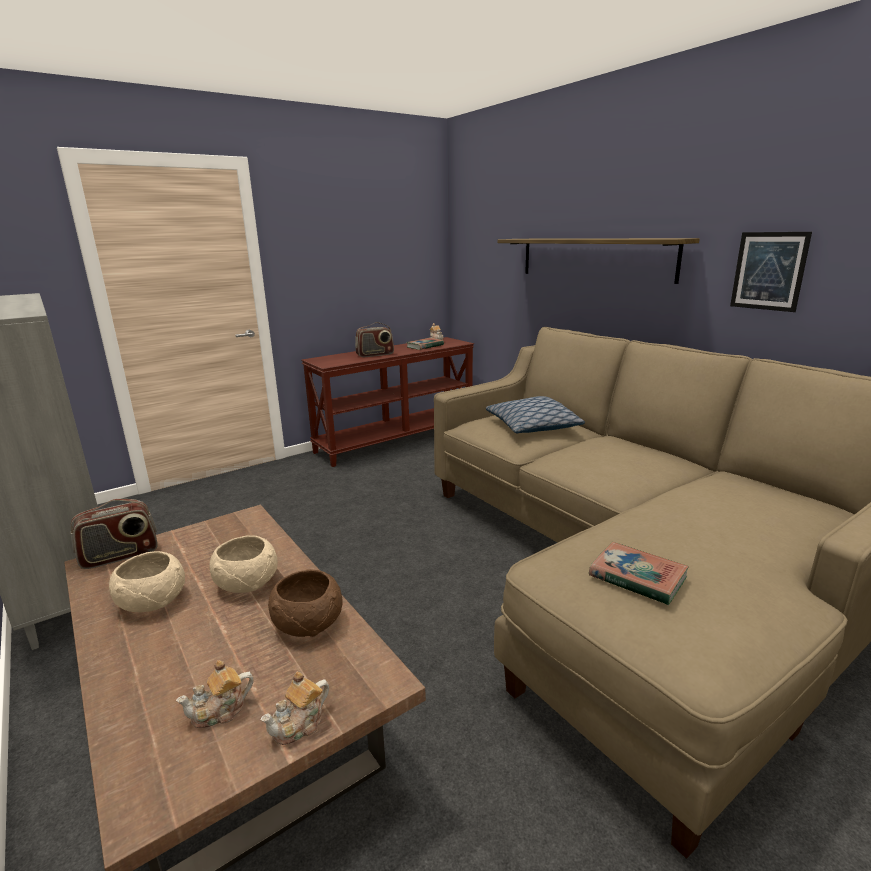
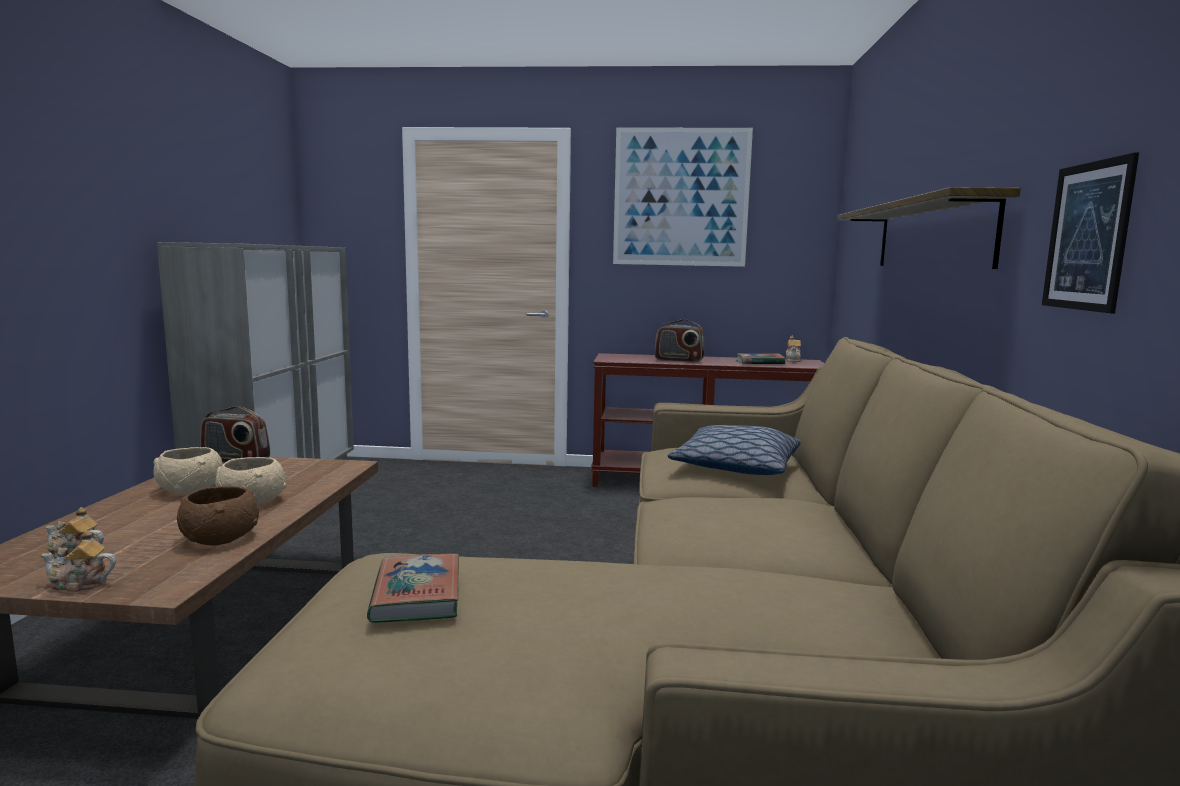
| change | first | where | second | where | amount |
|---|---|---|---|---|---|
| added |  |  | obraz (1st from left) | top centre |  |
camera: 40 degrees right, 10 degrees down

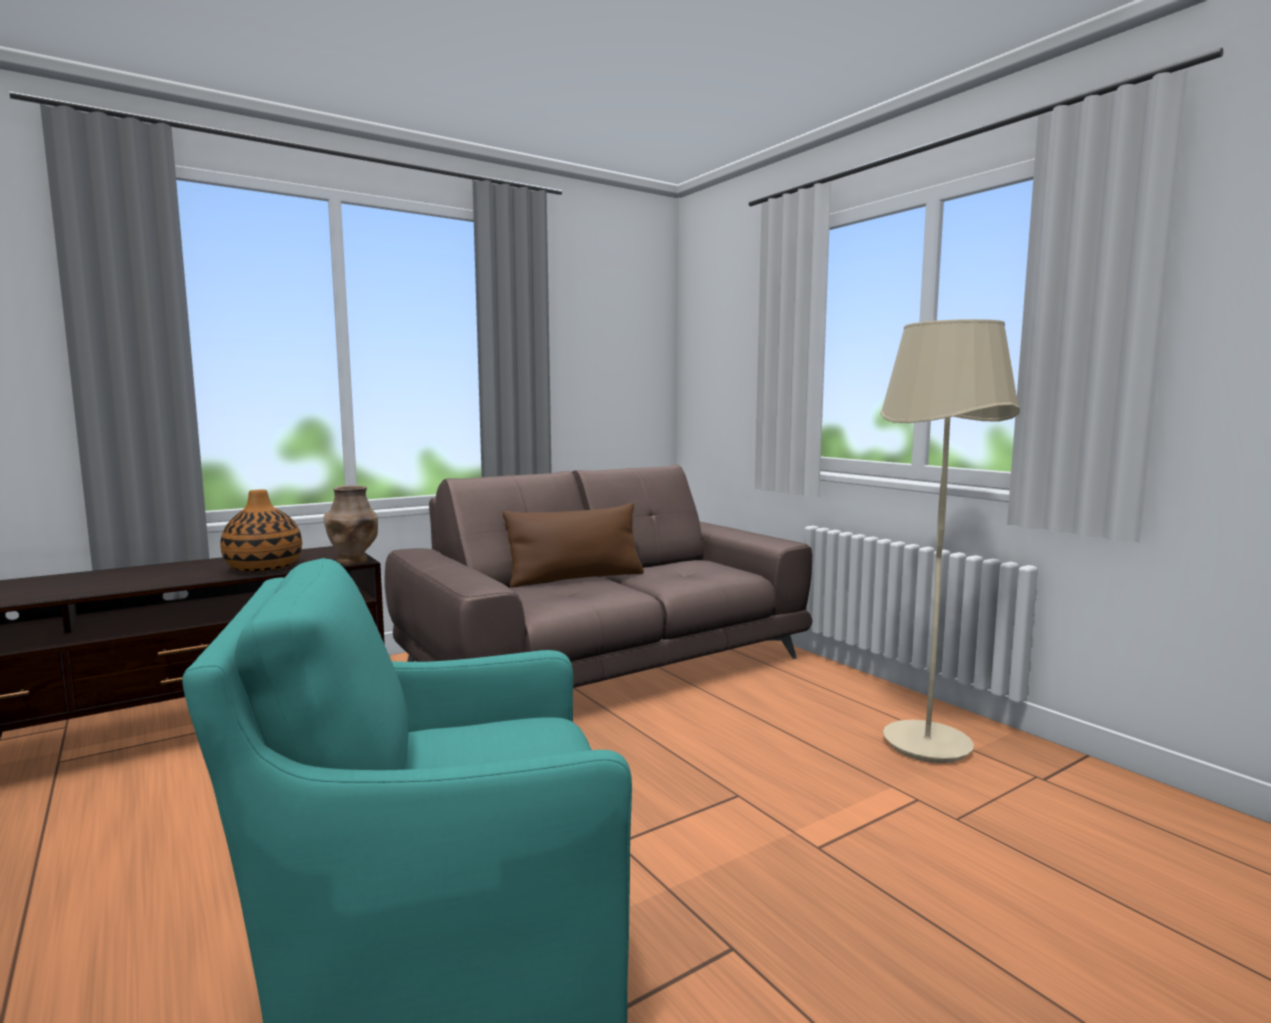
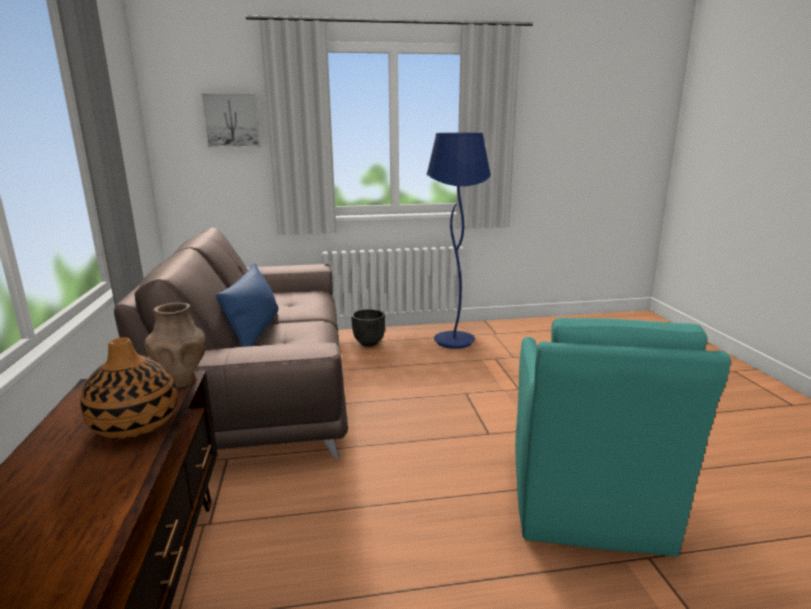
| change | first | where | second | where | amount |
|---|---|---|---|---|---|
| recoloured | lampa stojąca/beżowy | middle right | lampa stojąca/niebieski | centre |  |
| recoloured | poduszka/brązowy | centre | poduszka/niebieski | middle left |  |
| added |  |  | obraz | top left |  |
| added |  |  | donica/czarny | centre |  |
camera: 65 degrees left, 10 degrees up

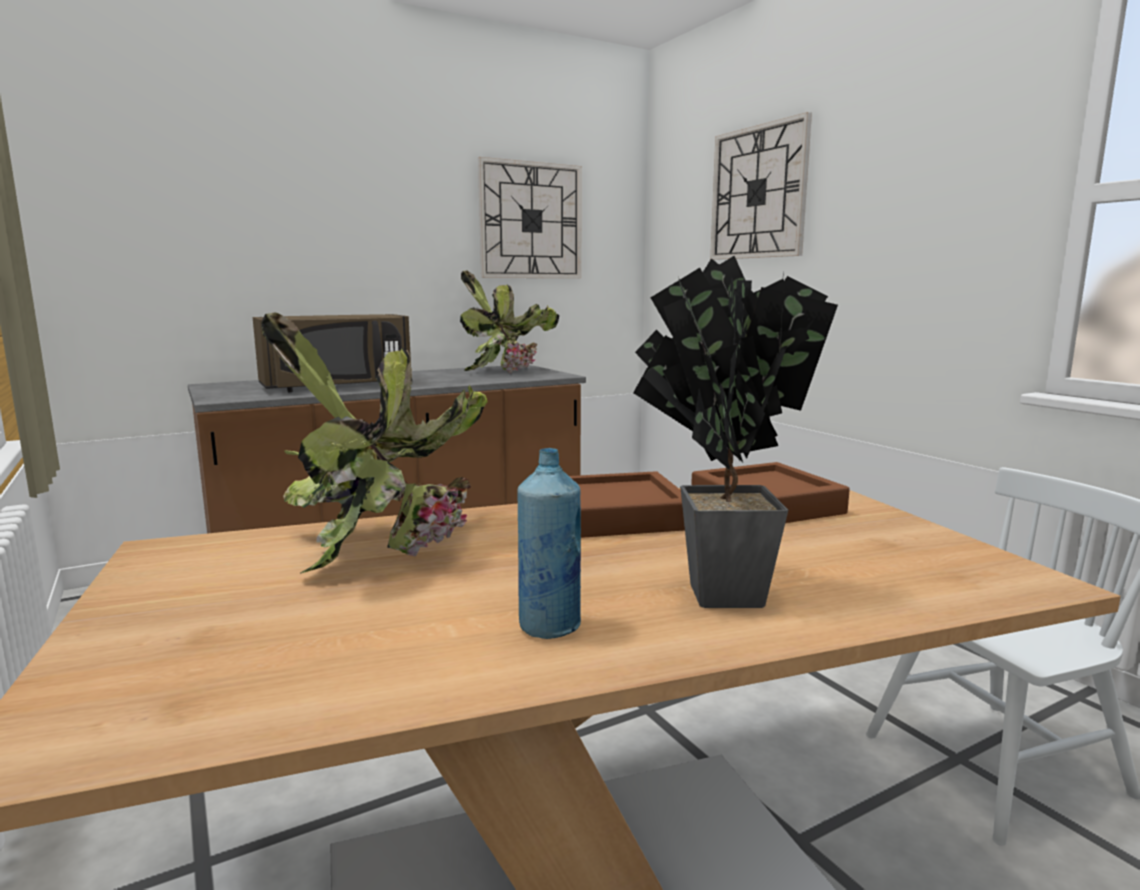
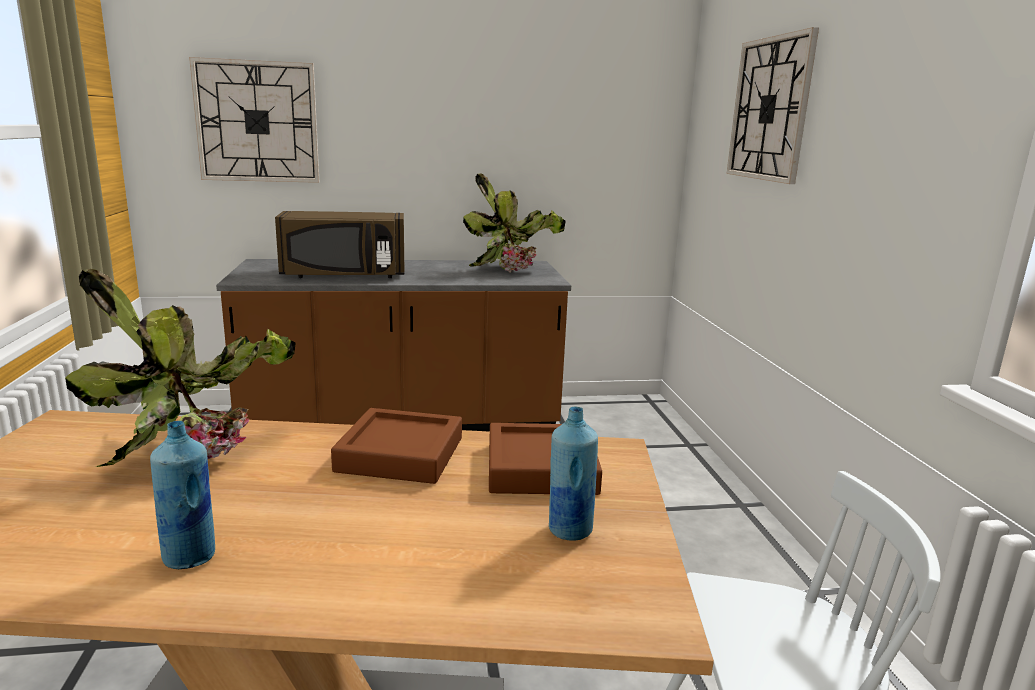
| change | first | where | second | where | amount |
|---|---|---|---|---|---|
| moved | zegar ścienny (1st from left) | top centre |  | top left |  |
| removed | roślina doniczkowa (3rd from left) | centre |  |  |  |
| added |  |  | butelka/niebieski (2nd from left) | bottom centre |  |
camera: 20 degrees right, 5 degrees up

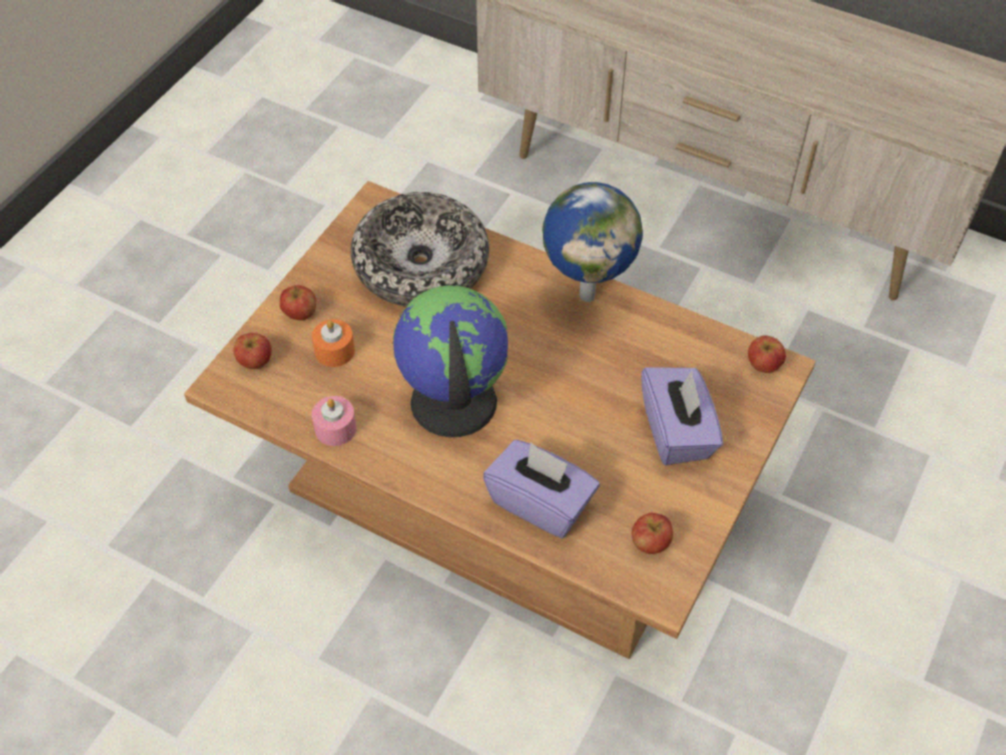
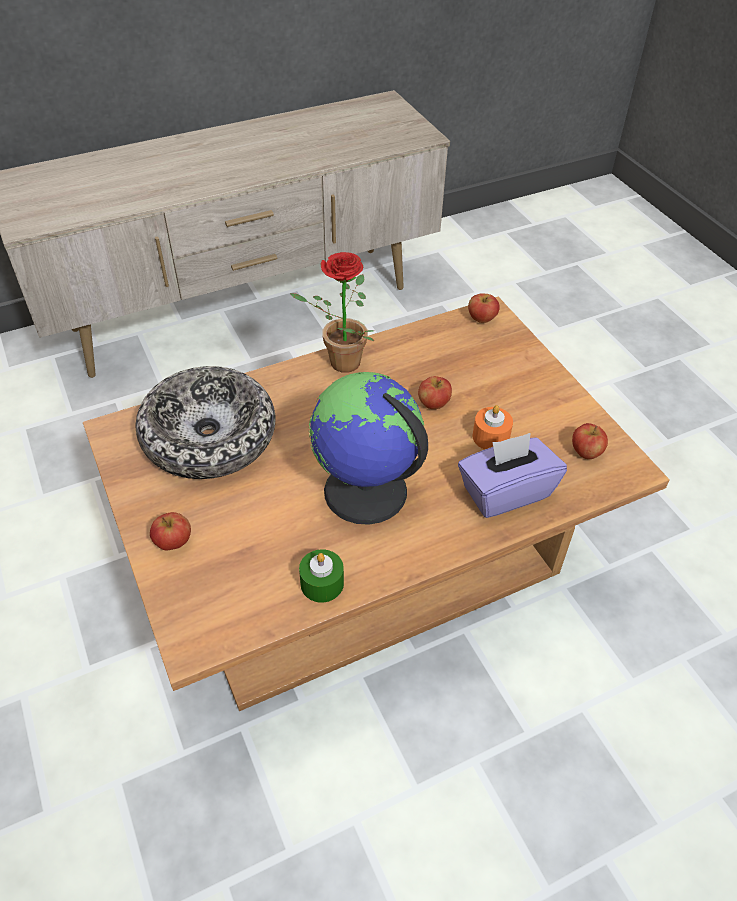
| change | first | where | second | where | amount |
|---|---|---|---|---|---|
| replaced | globus (2nd from left) | top centre | roślina doniczkowa | centre |  |
| moved | świeca/pomarańczowy | middle left |  | middle right |  |
| moved | jabłko (1st from left in the first image) | middle left | jabłko (2nd from left) | centre |  |
| removed | pudełko chusteczek/fioletowy (2nd from left) | middle right |  |  |  |
| recoloured | świeca/różowy | middle left | świeca/zielony | centre |  |
camera: 55 degrees left, 5 degrees down

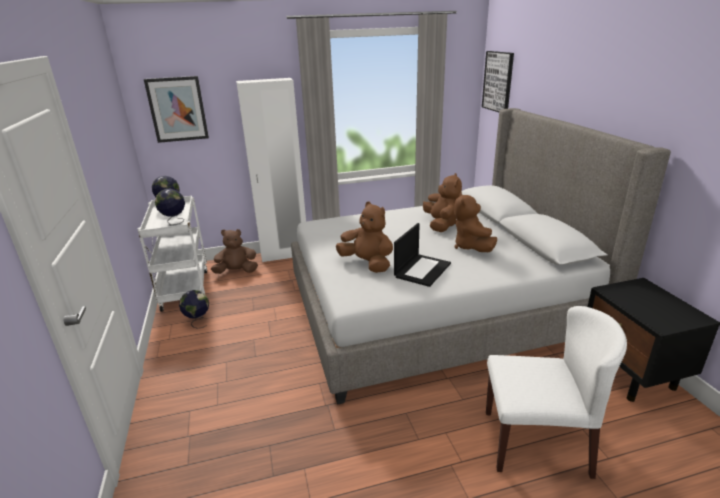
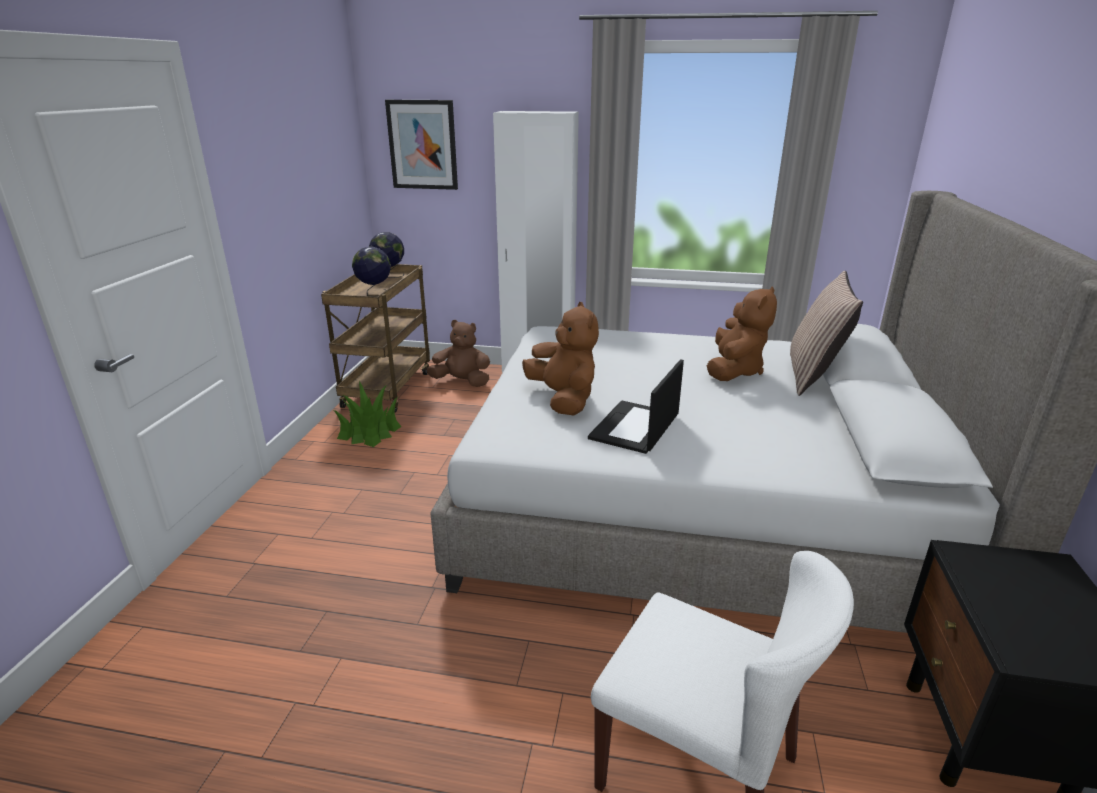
| change | first | where | second | where | amount |
|---|---|---|---|---|---|
| removed | obraz (2nd from left) | top right |  |  |  |
| removed | pluszak/brązowy (4th from left) | centre |  |  |  |
| recoloured | wózek/biały | middle left | wózek/brązowy | centre |  |
| turned | laptop | centre |  | centre | 150 degrees clockwise |
| replaced | globus (3rd from left) | middle left | roślina doniczkowa | centre |  |
| added |  |  | poduszka | middle right |  |
camera: 25 degrees right, 0 degrees up

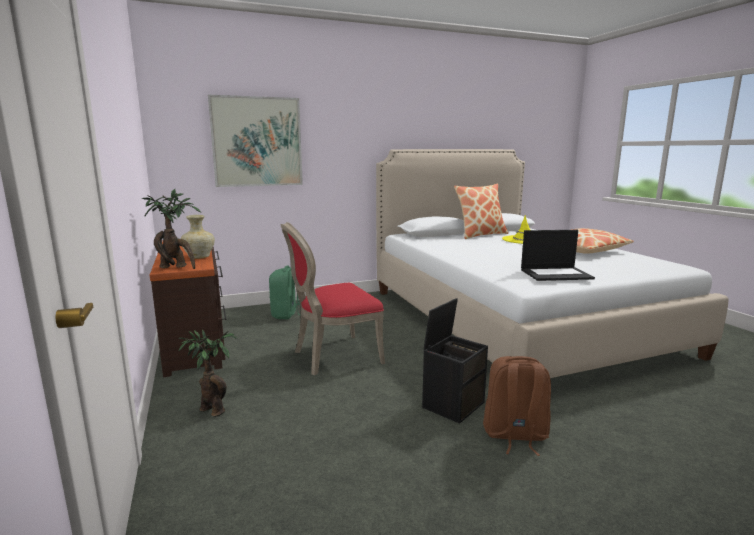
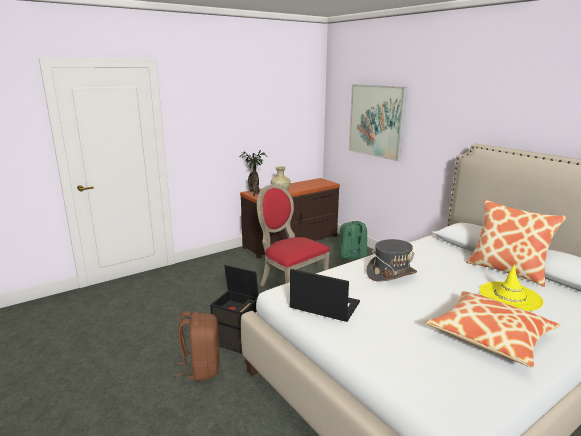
| change | first | where | second | where | amount |
|---|---|---|---|---|---|
| turned | laptop | middle right |  | bottom centre | 135 degrees clockwise |
| removed | roślina doniczkowa (2nd from left) | bottom left |  |  |  |
| added |  |  | kapelusz/szary | middle right |  |
camera: 75 degrees right, 5 degrees up

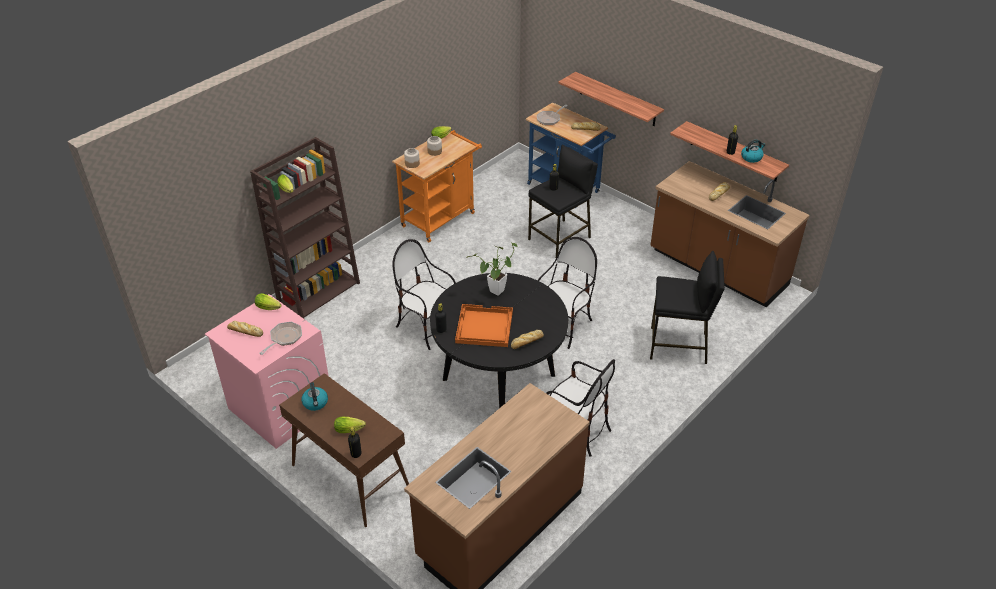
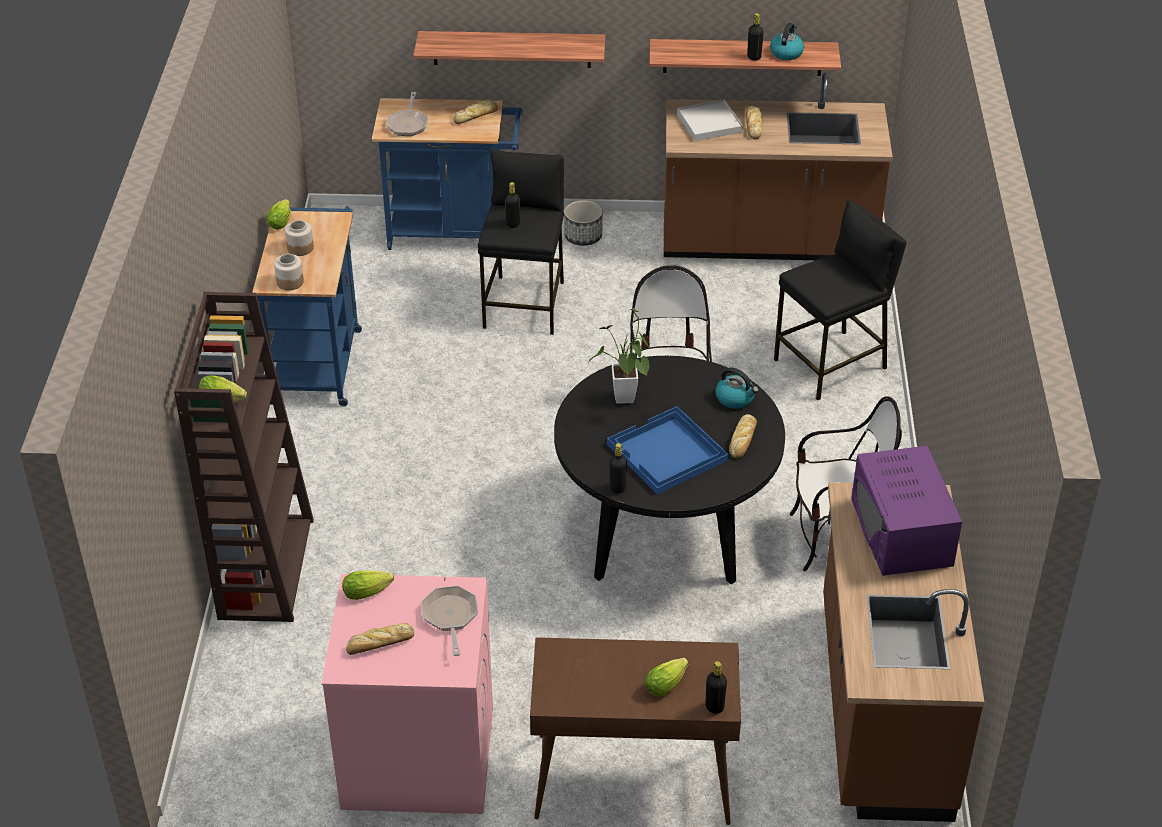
| change | first | where | second | where | amount |
|---|---|---|---|---|---|
| recoloured | wózek/pomarańczowy | top centre | wózek/niebieski (1st from left) | middle left |  |
| removed | krzesło (1st from left) | centre |  |  |  |
| recoloured | taca/pomarańczowy | centre | taca/niebieski | centre |  |
| moved | czajnik (1st from left) | bottom left |  | centre |  |
| added |  |  | taca/biały | top centre |  |
| added |  |  | donica | top centre |  |
| added |  |  | mikrofalówka/fioletowy | middle right |  |
camera: 40 degrees left, 0 degrees up

